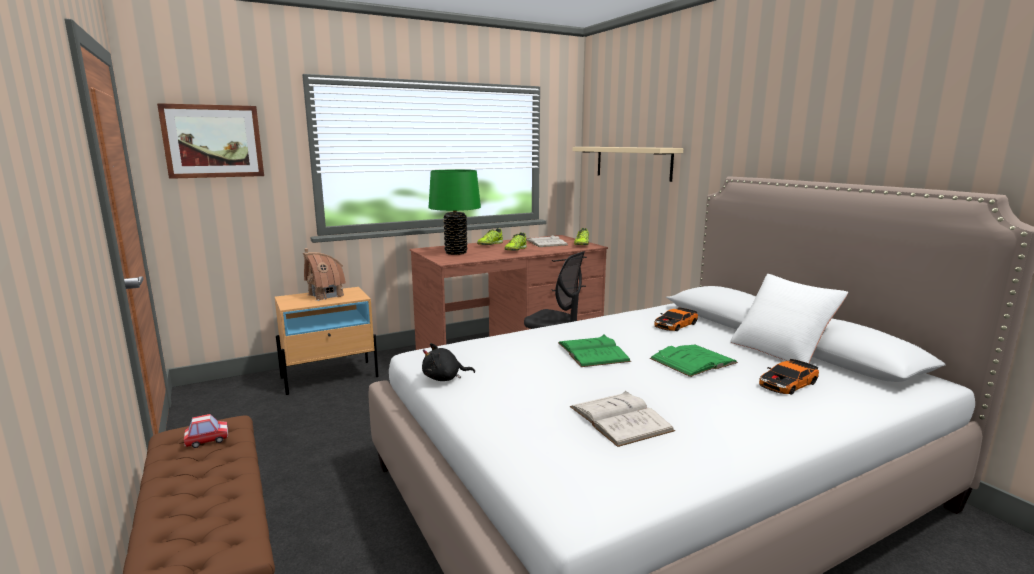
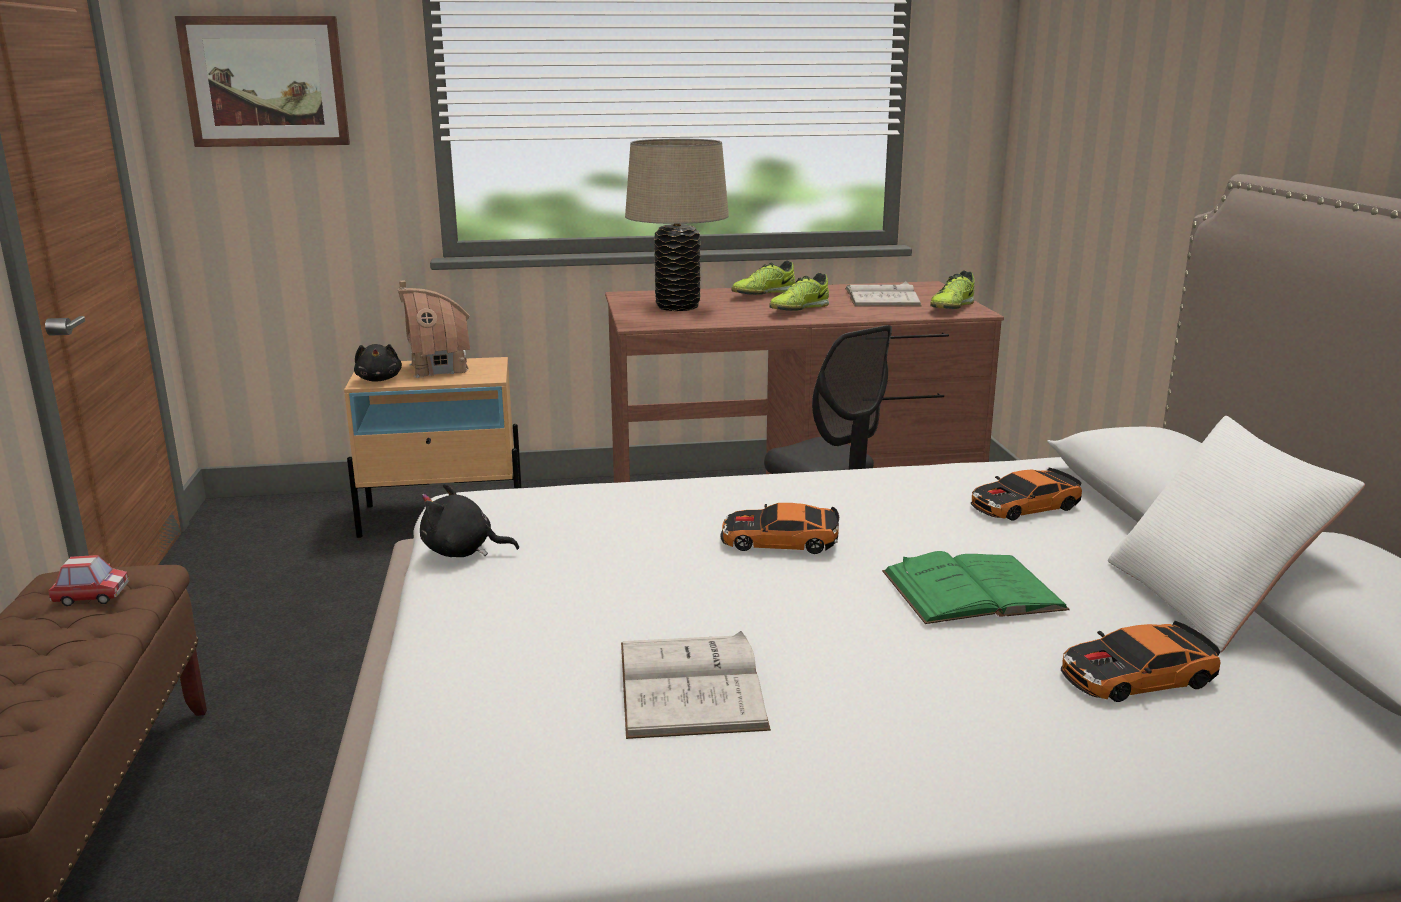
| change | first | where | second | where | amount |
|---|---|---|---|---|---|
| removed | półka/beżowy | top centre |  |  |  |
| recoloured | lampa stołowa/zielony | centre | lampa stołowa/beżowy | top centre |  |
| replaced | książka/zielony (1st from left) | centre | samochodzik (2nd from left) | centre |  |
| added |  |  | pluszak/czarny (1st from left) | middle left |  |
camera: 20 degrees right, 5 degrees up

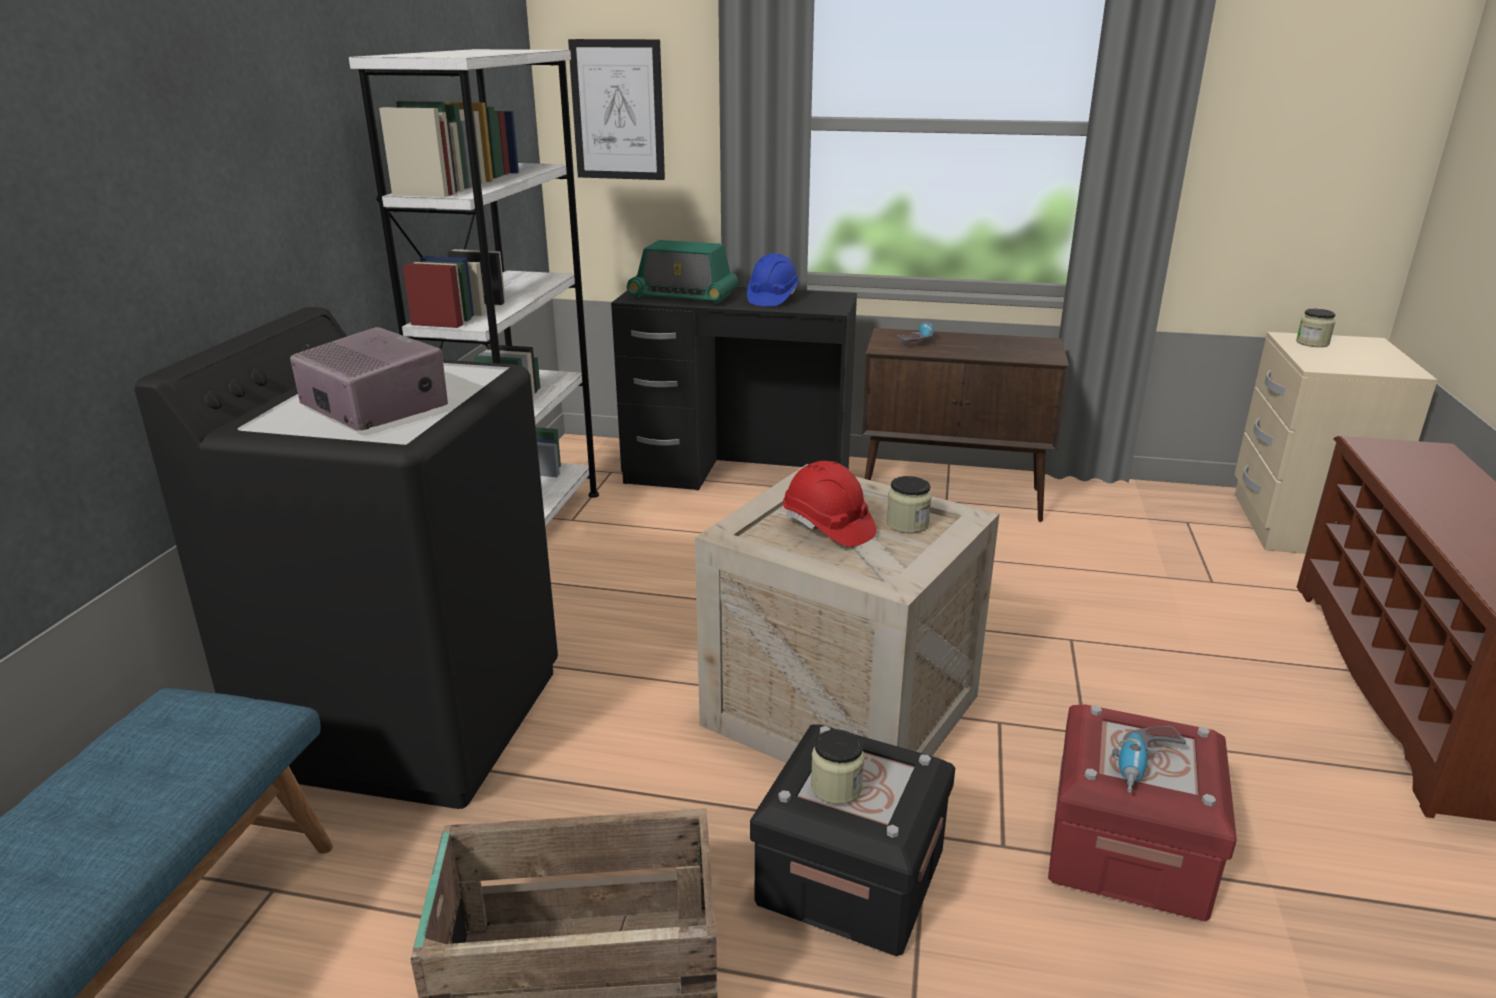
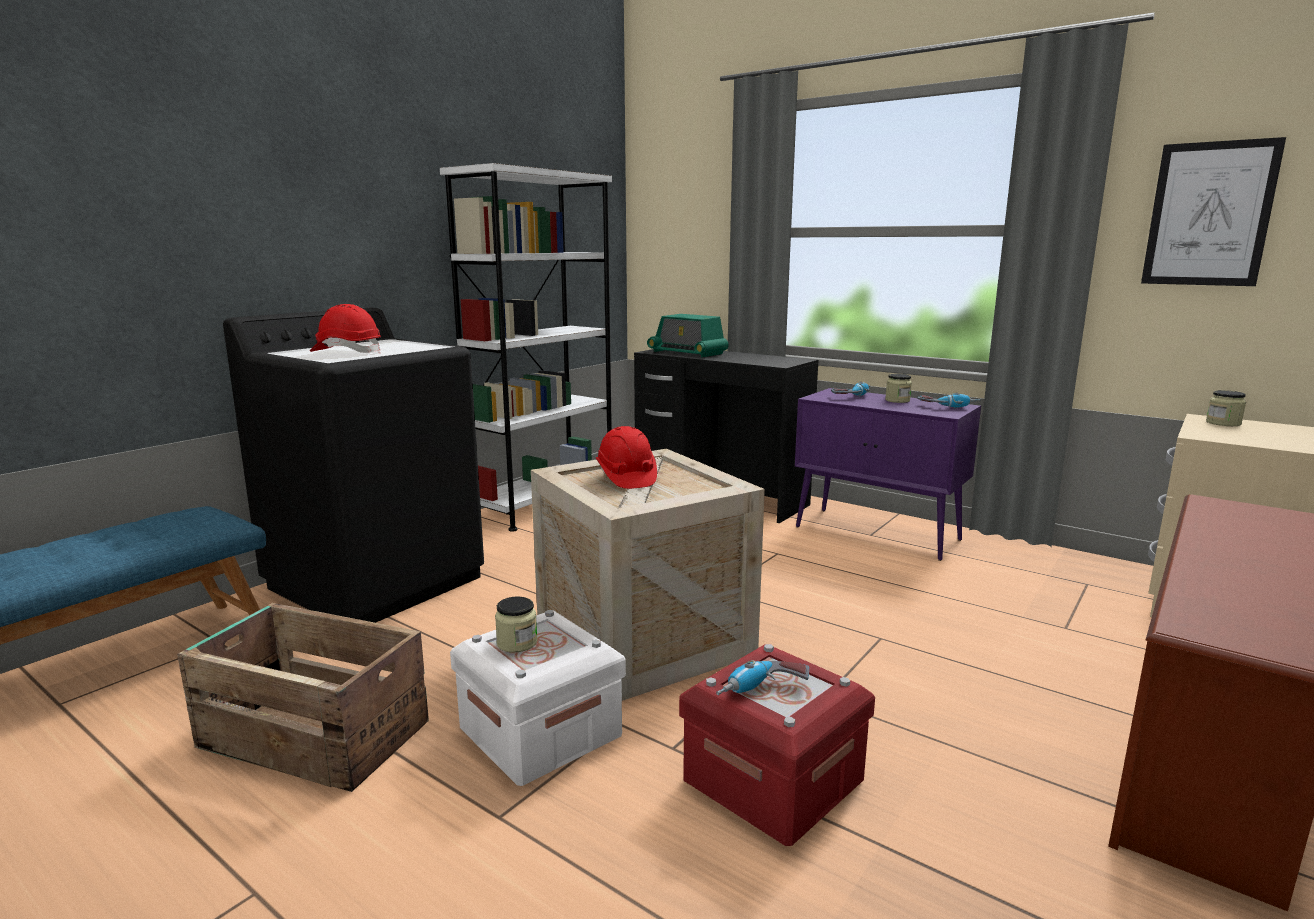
| change | first | where | second | where | amount |
|---|---|---|---|---|---|
| moved | obraz | top centre |  | top right |  |
| removed | kask/niebieski | top centre |  |  |  |
| replaced | radio (1st from left) | middle left | kask/czerwony (1st from left) | middle left |  |
| recoloured | szafka/brązowy | centre | szafka/fioletowy | middle right |  |
| moved | słoik (2nd from left) | centre |  | middle right |  |
| recoloured | pojemnik do przechowywania/czarny | bottom centre | pojemnik do przechowywania/biały | bottom centre |  |
| added |  |  | wiertarka (3rd from left) | middle right |  |
camera: 25 degrees right, 10 degrees down

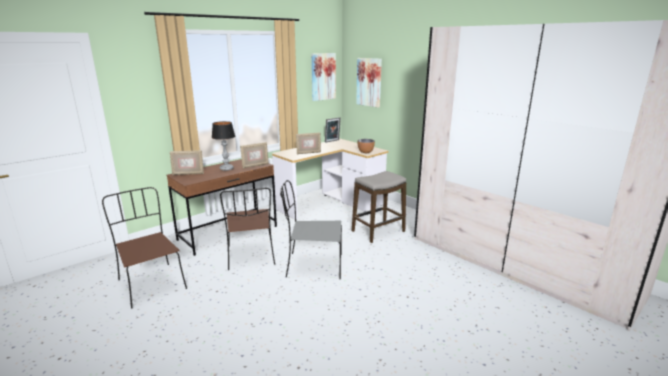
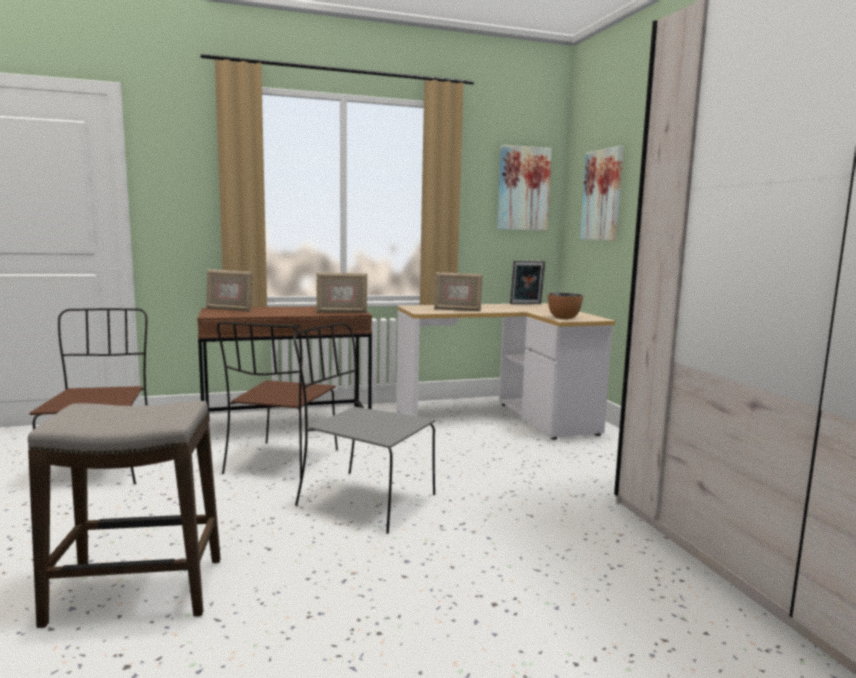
| change | first | where | second | where | amount |
|---|---|---|---|---|---|
| removed | lampa stołowa | centre |  |  |  |
| moved | stołek | centre |  | bottom left |  |
camera: 25 degrees right, 10 degrees down

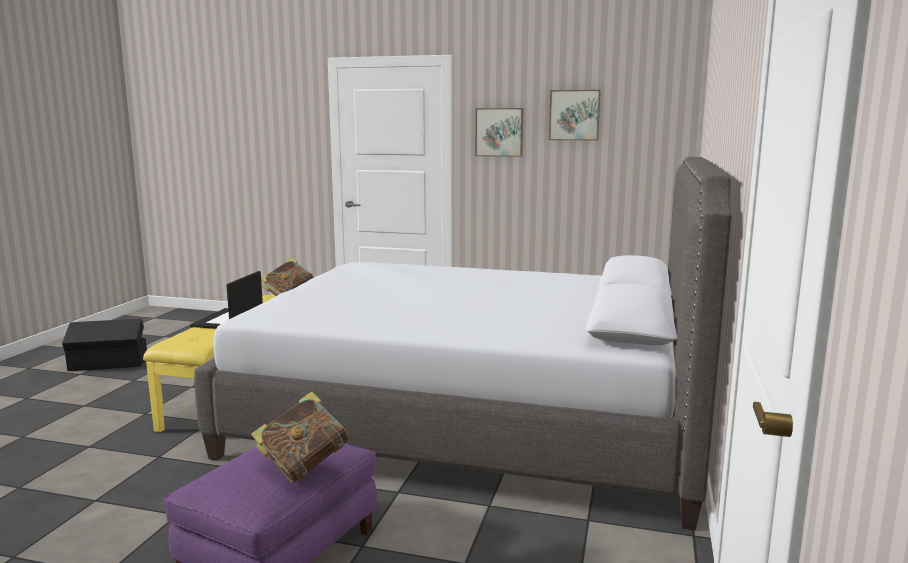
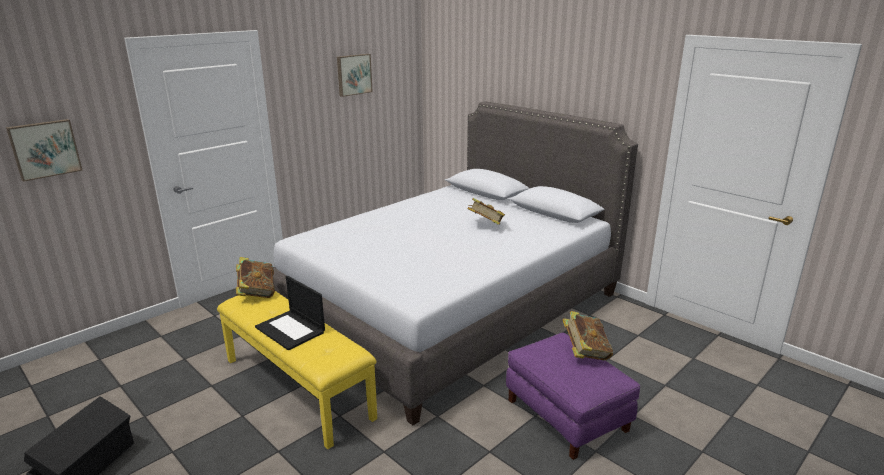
| change | first | where | second | where | amount |
|---|---|---|---|---|---|
| moved | obraz (1st from left) | top centre |  | top left |  |
| added |  |  | książka (2nd from left) | centre |  |
camera: 60 degrees left, 10 degrees up

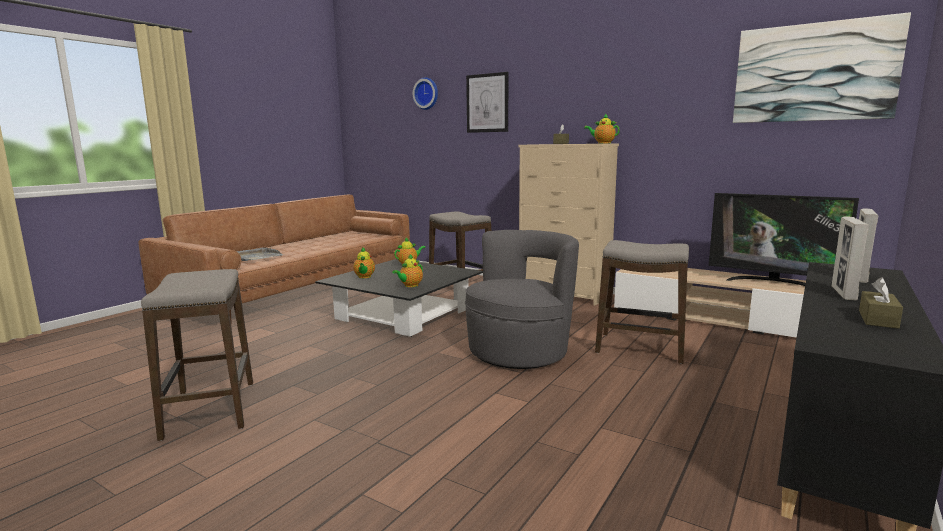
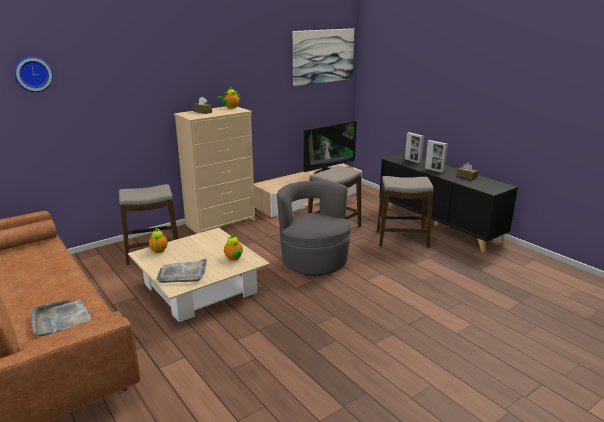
| change | first | where | second | where | amount |
|---|---|---|---|---|---|
| removed | obraz (1st from left) | top centre |  |  |  |
| replaced | imbryk (1st from left) | centre | taca/szary (2nd from left) | middle left |  |
| recoloured | ława/czarny | centre | ława/beżowy | middle left |  |
| moved | stołek (1st from left in the first image) | bottom left | stołek (3rd from left) | middle right |  |
camera: 70 degrees left, 10 degrees up

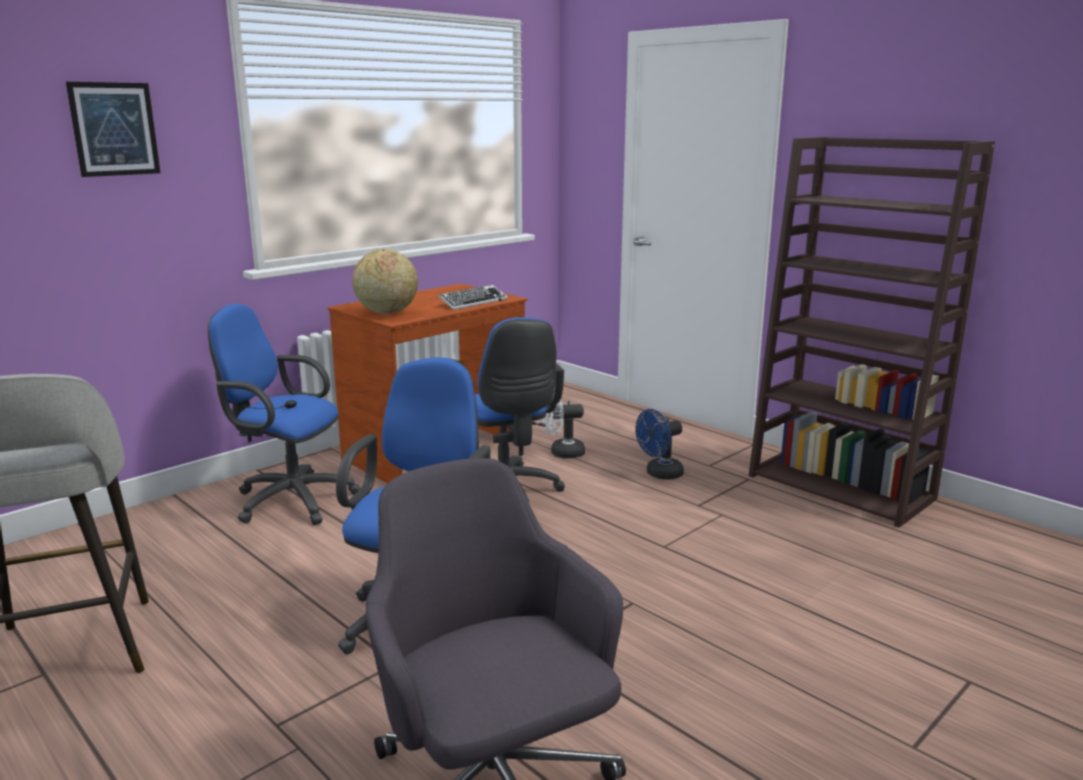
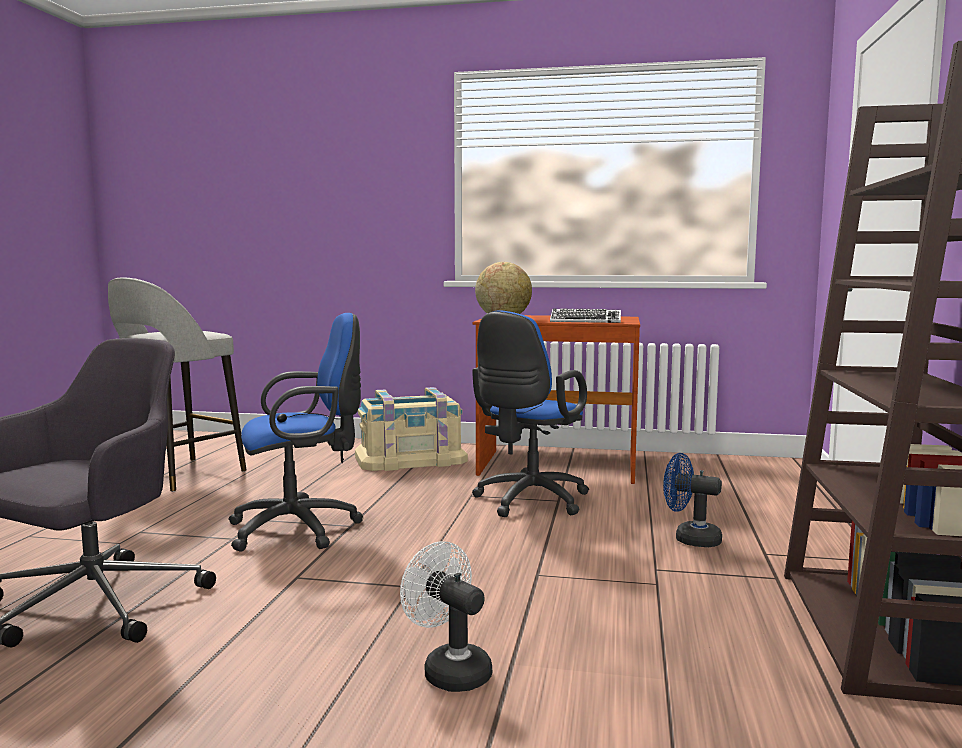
| change | first | where | second | where | amount |
|---|---|---|---|---|---|
| removed | obraz | top left |  |  |  |
| replaced | krzesło biurowe/niebieski (1st from left) | middle left | pojemnik do przechowywania/beżowy | centre |  |
| moved | wentylator/biały | centre |  | bottom centre |  |
camera: 55 degrees right, 10 degrees down

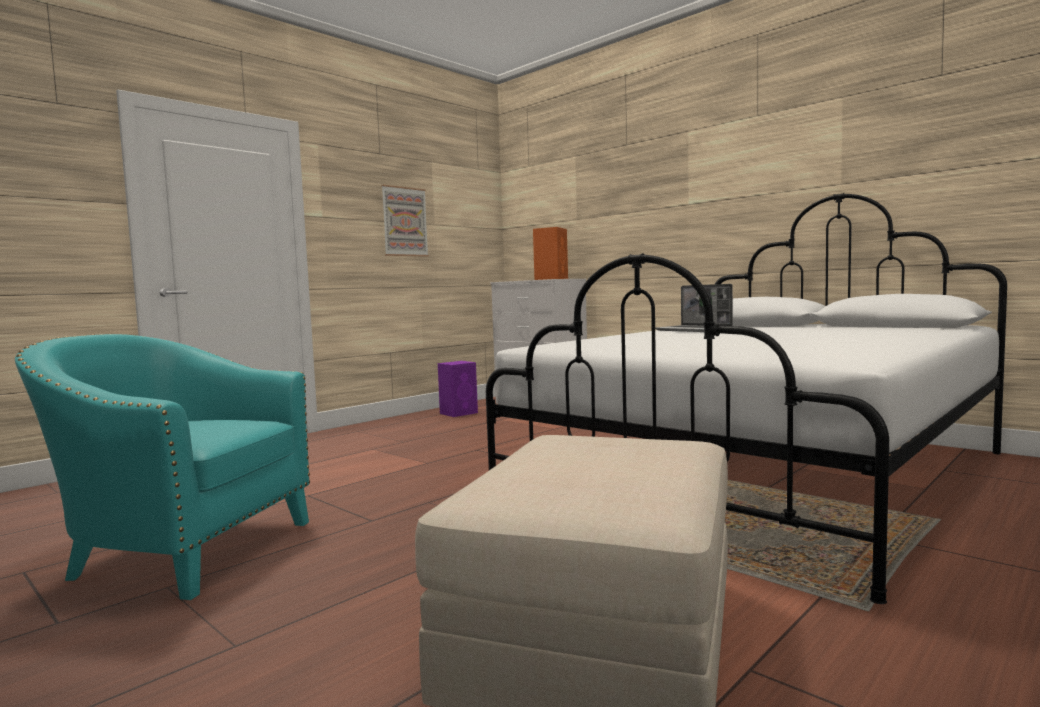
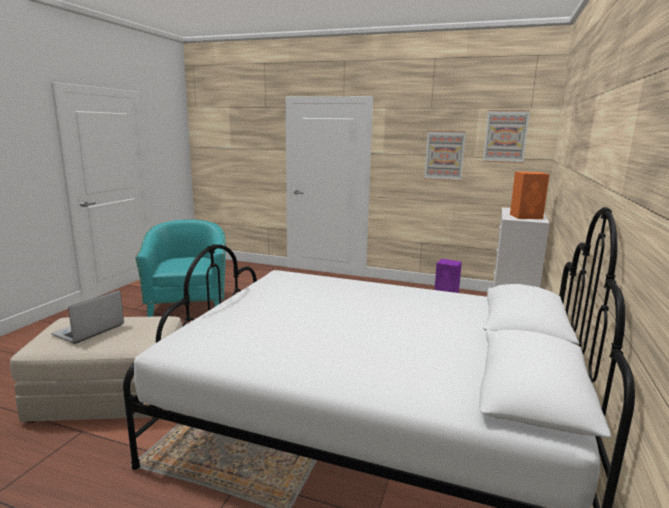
| change | first | where | second | where | amount |
|---|---|---|---|---|---|
| moved | laptop | middle right |  | middle left |  |
| added |  |  | obraz (2nd from left) | top right |  |
camera: 65 degrees right, 10 degrees up

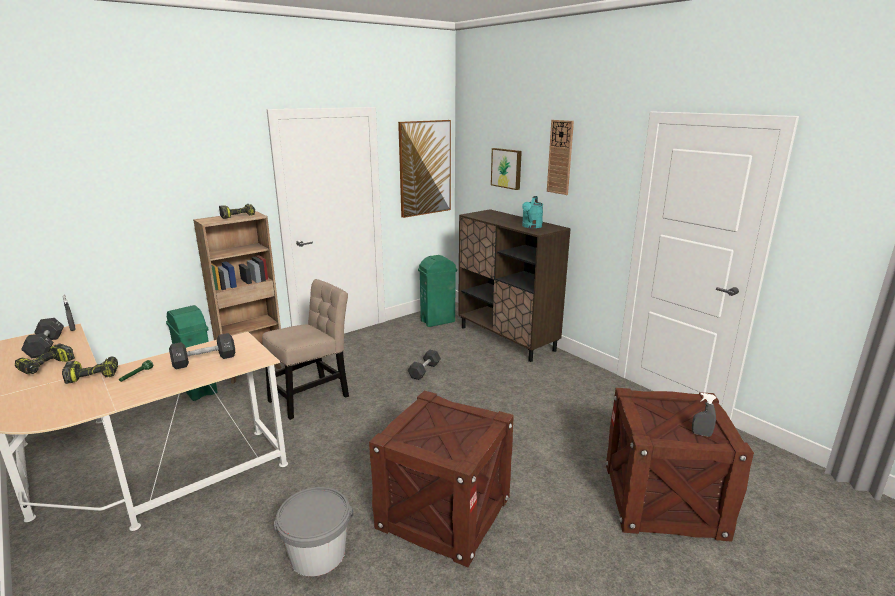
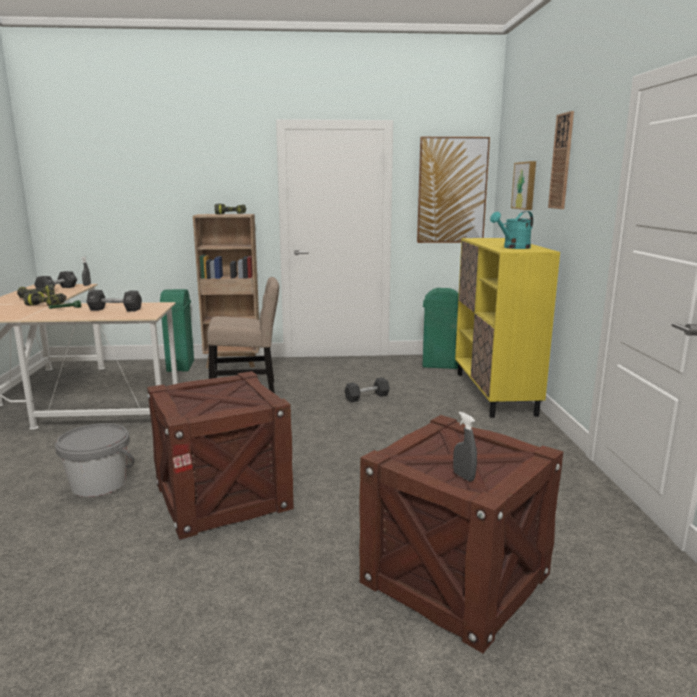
| change | first | where | second | where | amount |
|---|---|---|---|---|---|
| recoloured | szafka/brązowy | centre | szafka/żółty | middle right |  |
camera: 35 degrees right, 5 degrees down

